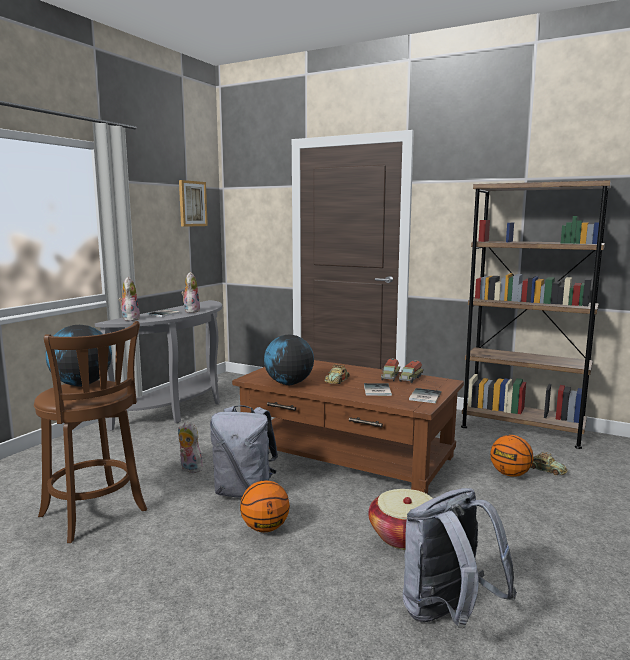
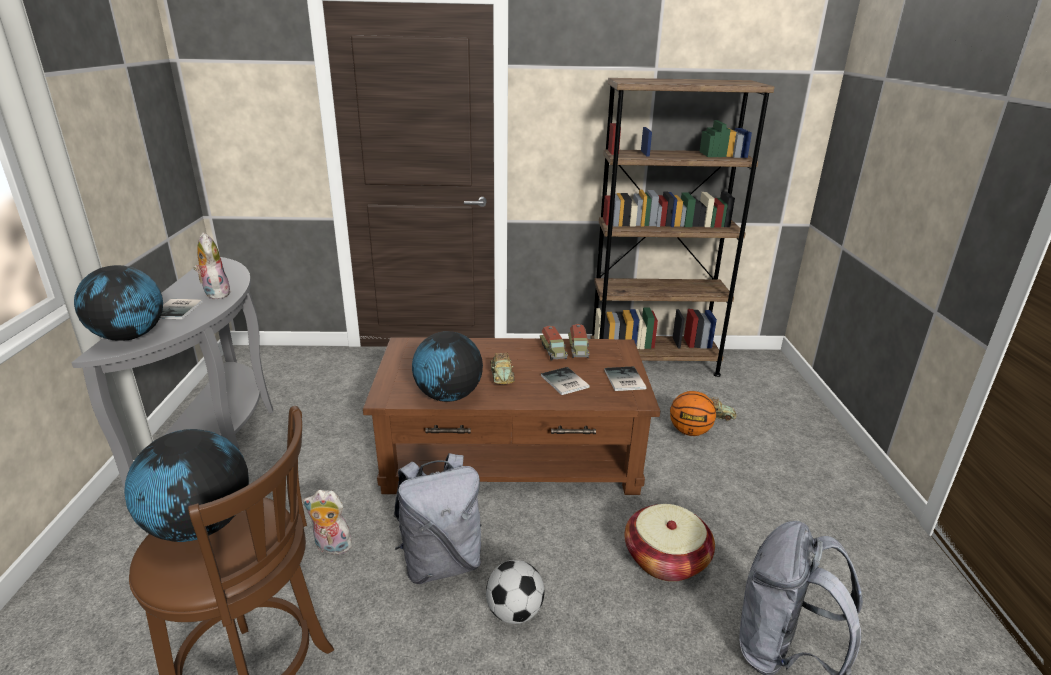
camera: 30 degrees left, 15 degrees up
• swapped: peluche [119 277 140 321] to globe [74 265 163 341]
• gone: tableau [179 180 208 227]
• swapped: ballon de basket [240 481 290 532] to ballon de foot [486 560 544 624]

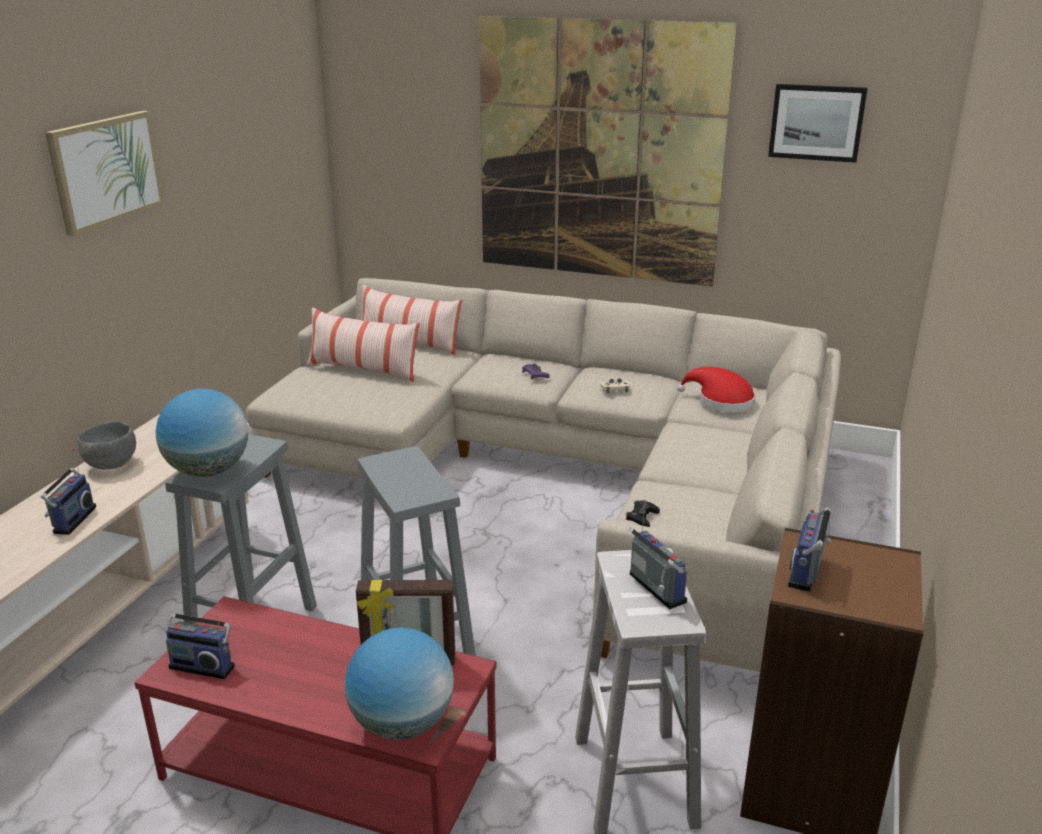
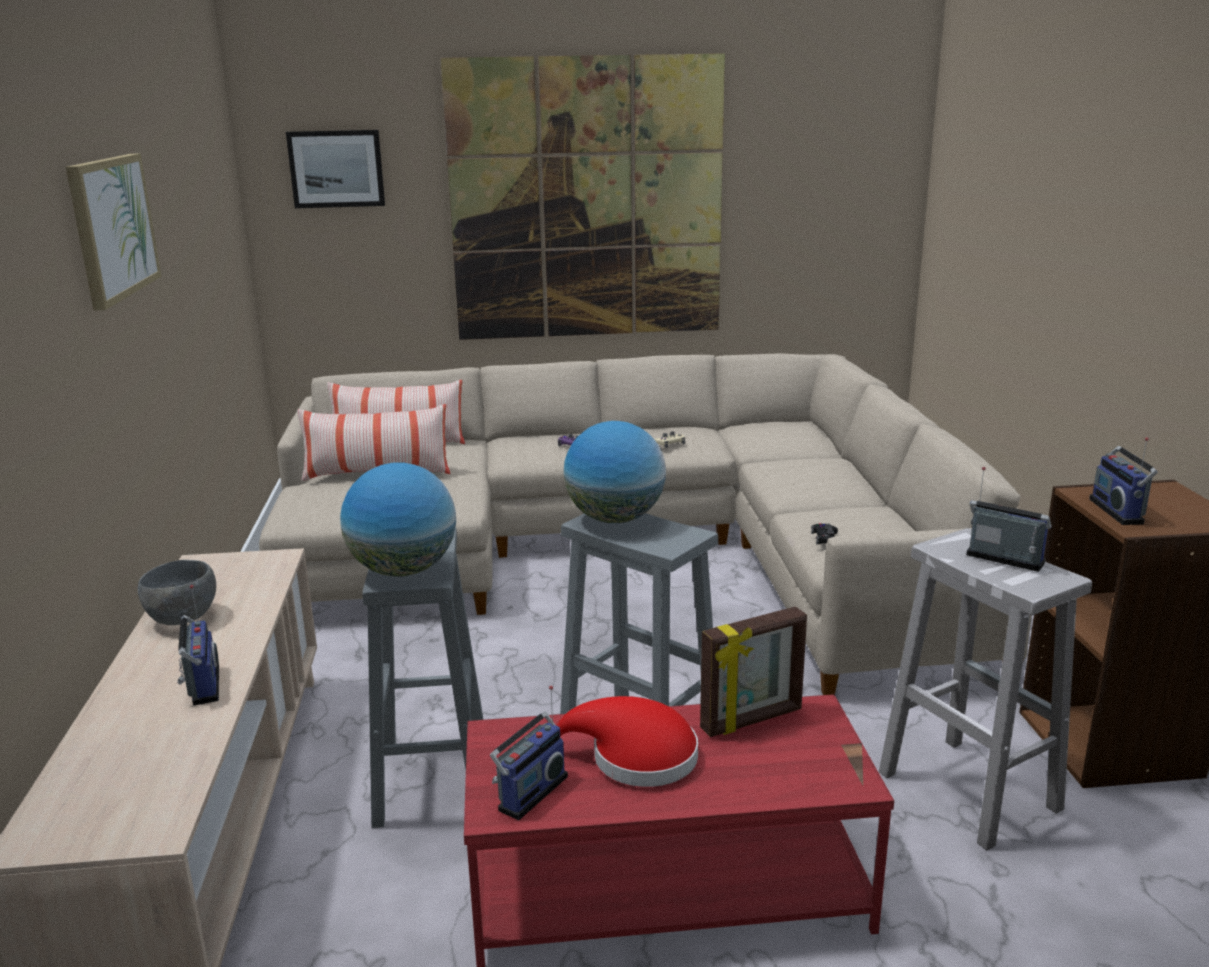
camera: 25 degrees left, 5 degrees down
• rotated: radio [165 605 235 679] = [490 686 568 820] 45 degrees counterclockwise
• shifted: globe [345 627 454 740] to [564 421 666 523]
• shifted: chapeau [rouge] [677 367 755 412] to [557 696 698 787]
• shifted: tableau [768 84 868 163] to [286 130 385 208]

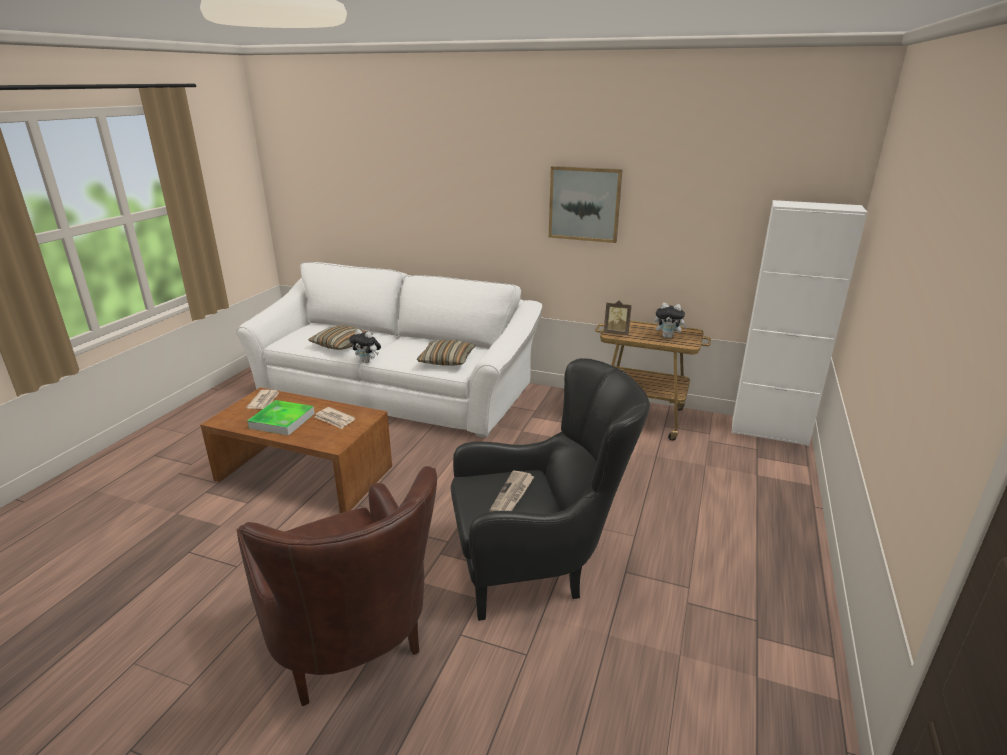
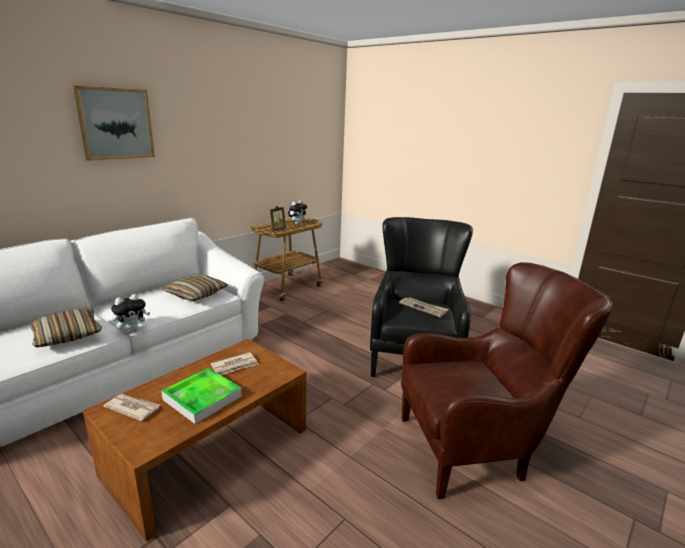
camera: 70 degrees left, 5 degrees down
• shifted: tableau [549 166 623 243] to [73 86 155 161]
• gone: meuble de rangement [blanc] [732 200 868 446]

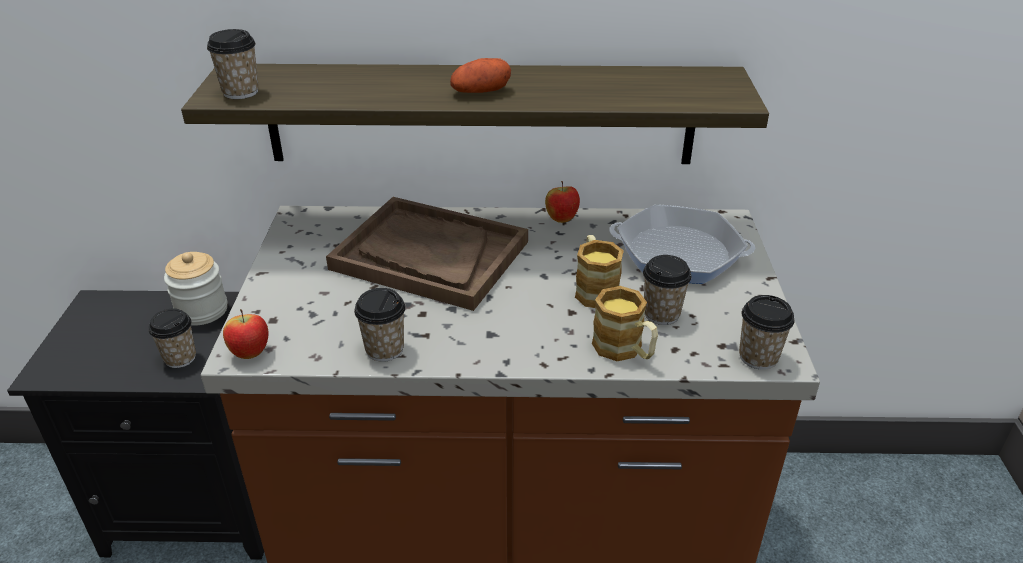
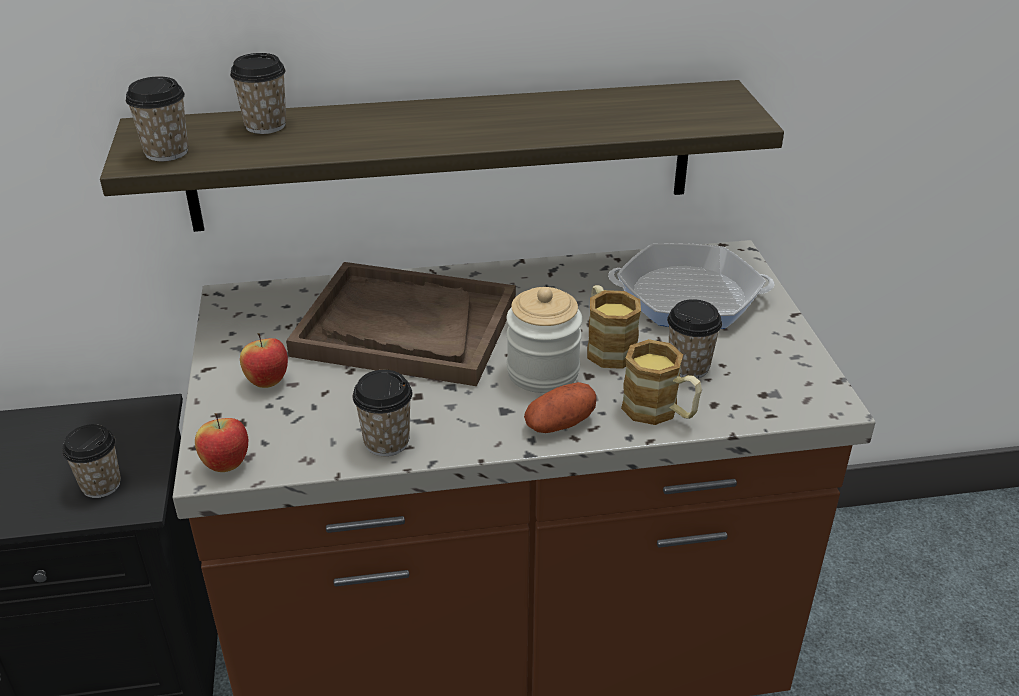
camera: 10 degrees left, 0 degrees up
• shifted: bocal [164 252 227 326] to [506 287 582 393]
• shifted: pomme de terre [450 58 511 93] to [524 382 596 433]
• shifted: pomme [545 181 580 223] to [240 333 288 388]
• shifted: tasse [739 295 795 370] to [230 53 286 134]

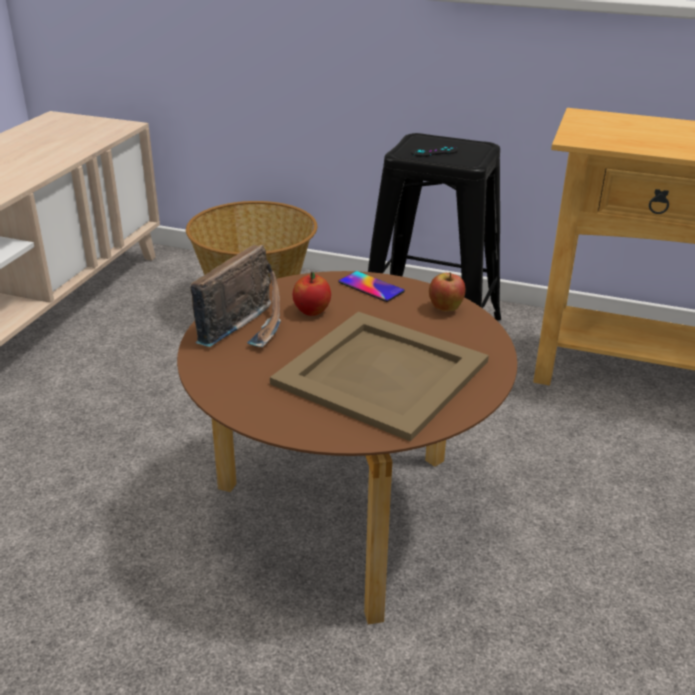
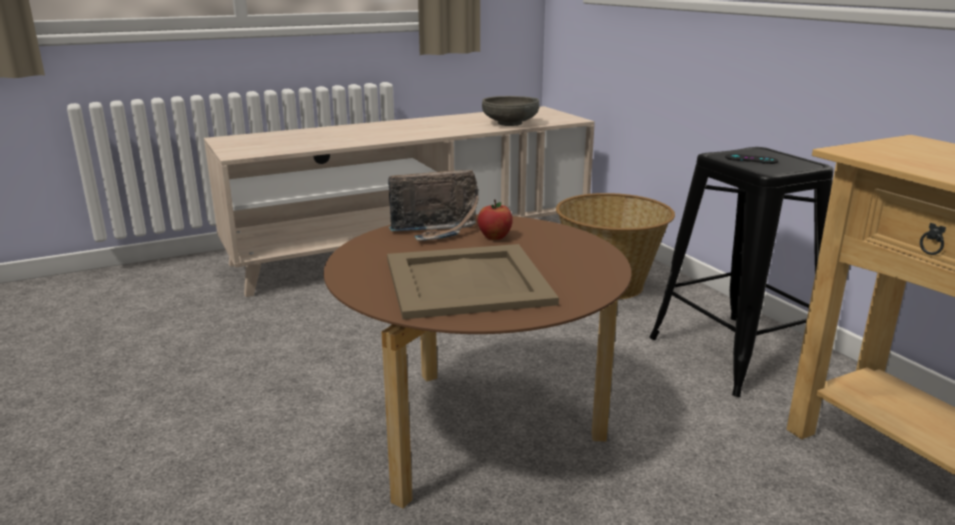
camera: 45 degrees right, 10 degrees down
• gone: téléphone [338 271 405 302]
• gone: pomme [429 272 465 311]
• new: bol [gris] [482 96 539 126]

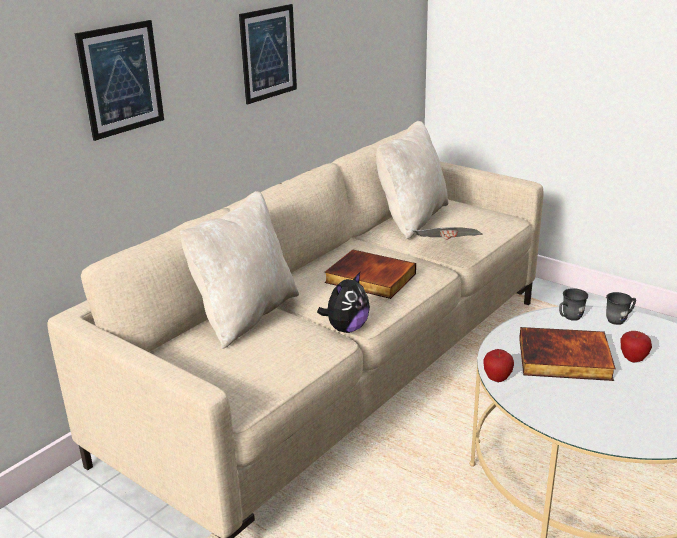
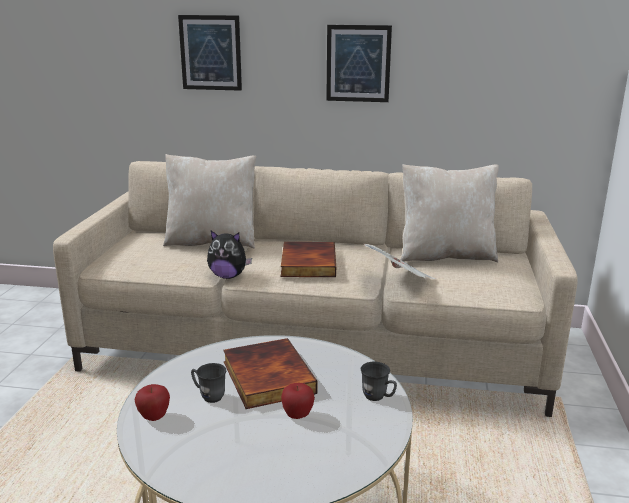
camera: 60 degrees right, 5 degrees down
• shifted: pomme [483 349 514 382] to [135 384 170 421]
• shifted: mug [gris] [559 288 588 321] to [191 363 226 403]

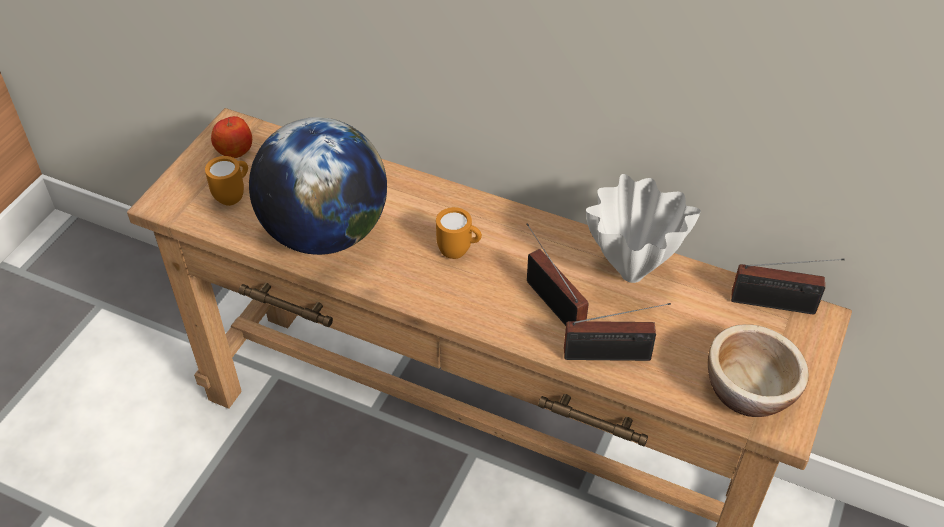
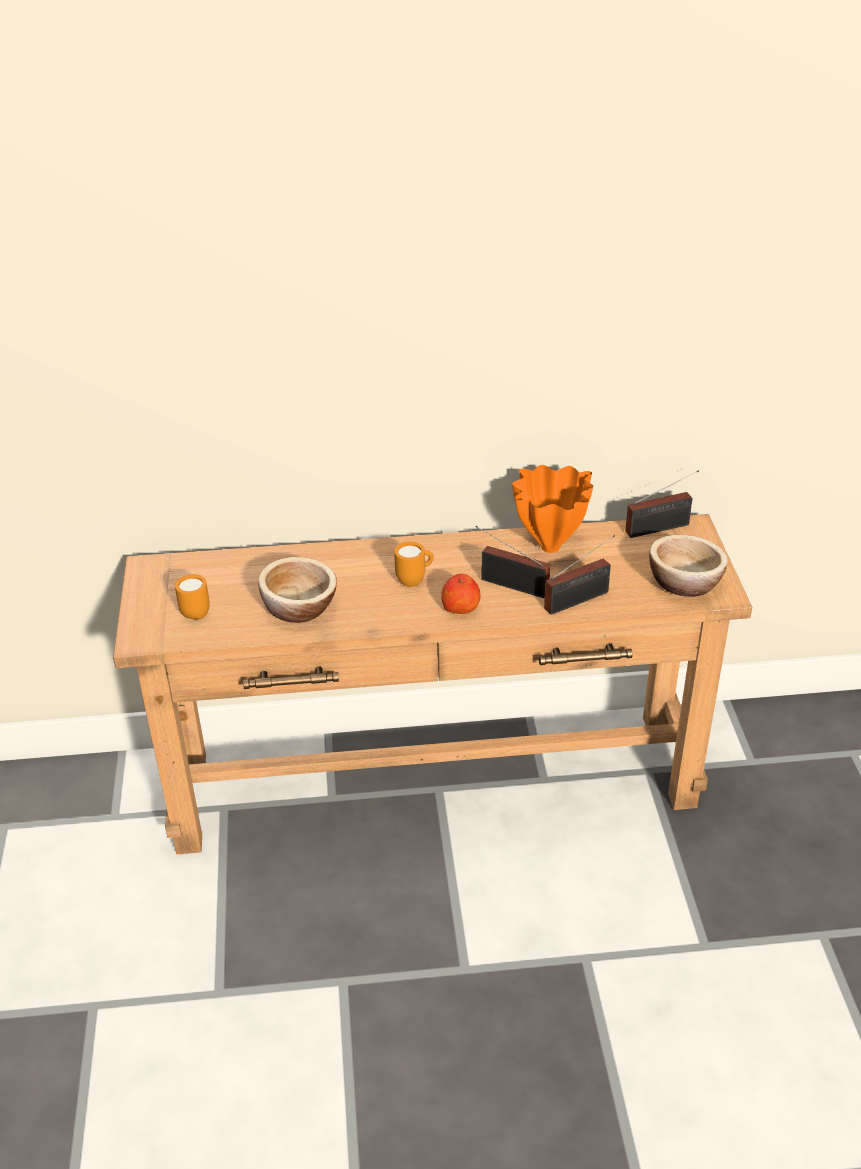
camera: 30 degrees left, 10 degrees down
• shifted: pomme [211 116 252 158] to [441 574 481 614]
• swapped: globe [249 117 387 255] to bol [258 557 337 623]
• repainted: vase [blanc] [586 174 701 283] to vase [orange] [512 465 593 553]

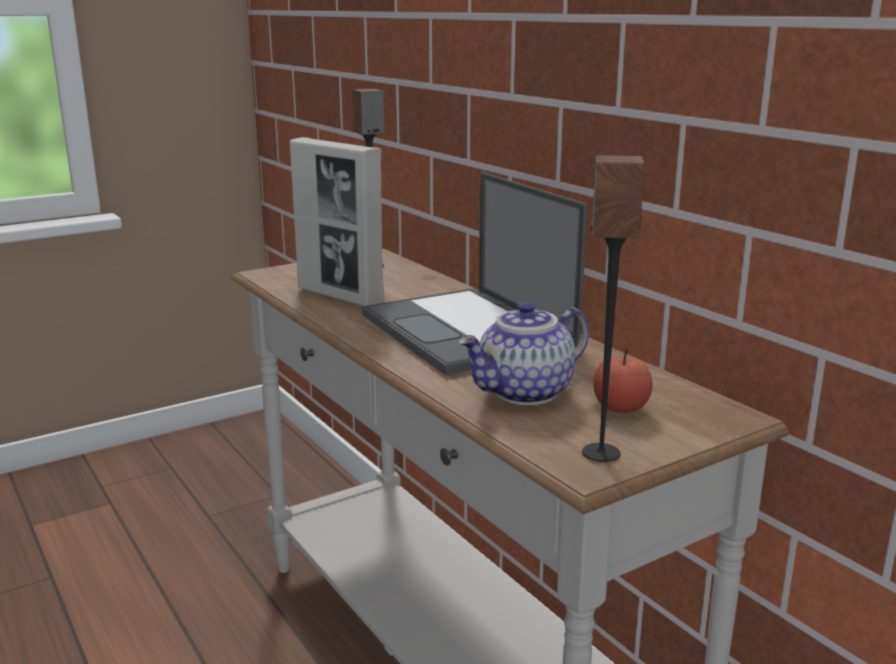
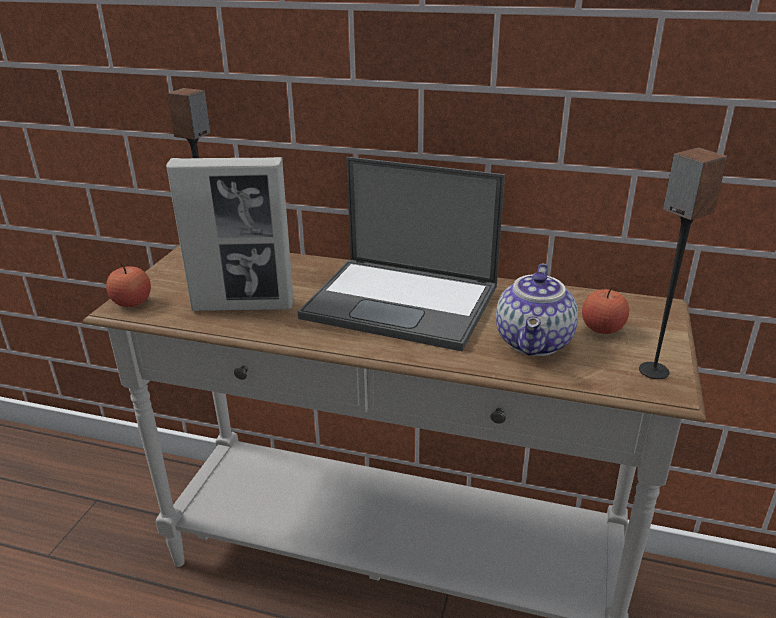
camera: 40 degrees left, 10 degrees up
• new: pomme [106 260 151 307]

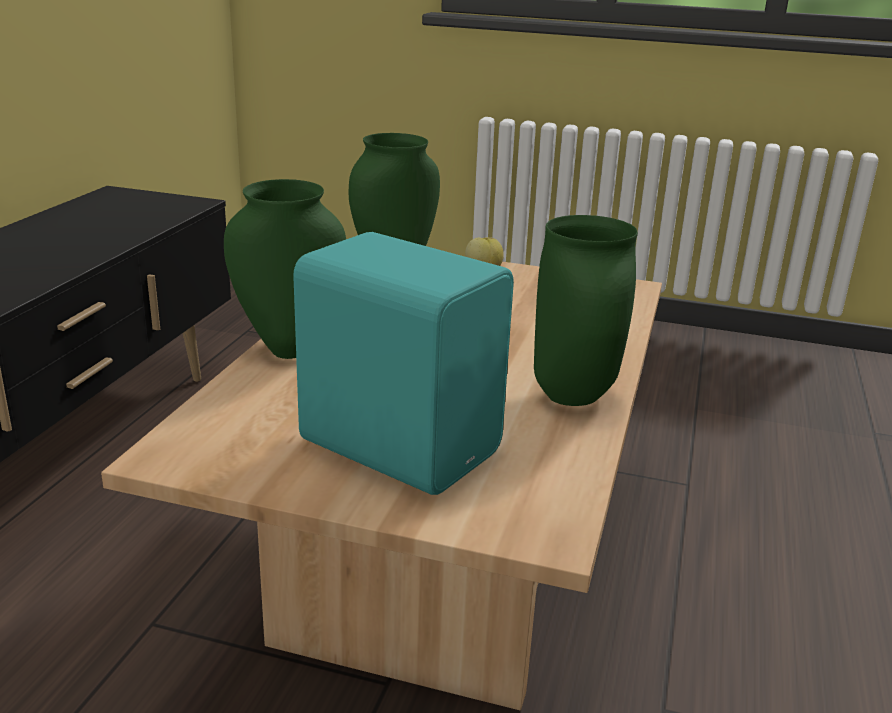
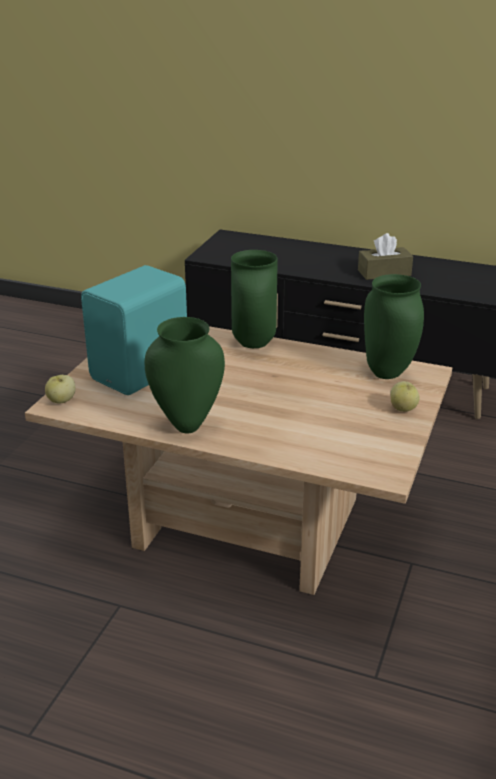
camera: 95 degrees right, 5 degrees up
• new: pomme [45 375 75 404]
• new: boîte à mouchoirs [marron] [358 233 413 280]

